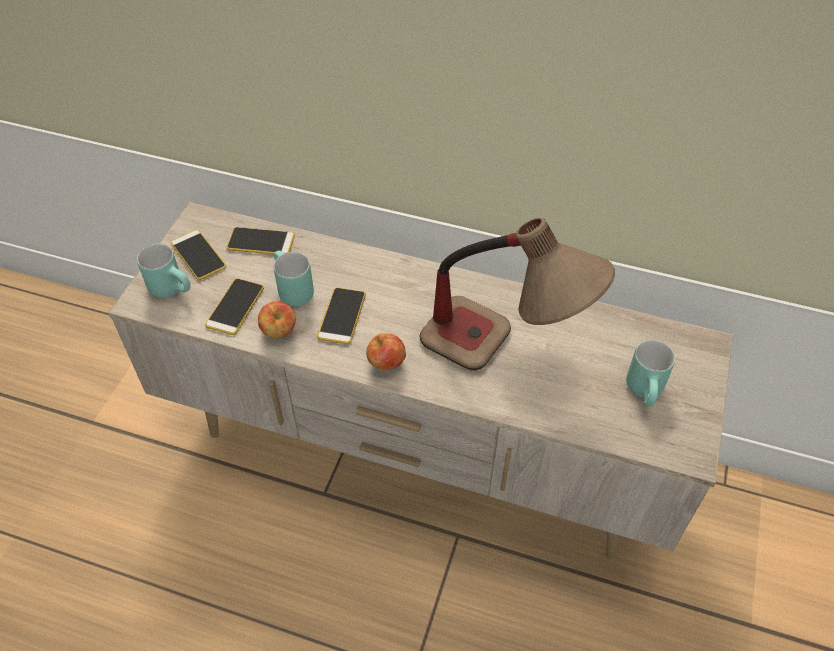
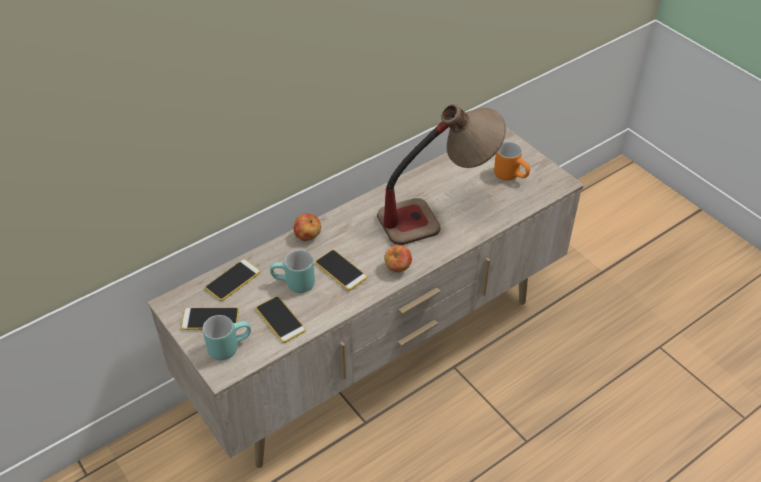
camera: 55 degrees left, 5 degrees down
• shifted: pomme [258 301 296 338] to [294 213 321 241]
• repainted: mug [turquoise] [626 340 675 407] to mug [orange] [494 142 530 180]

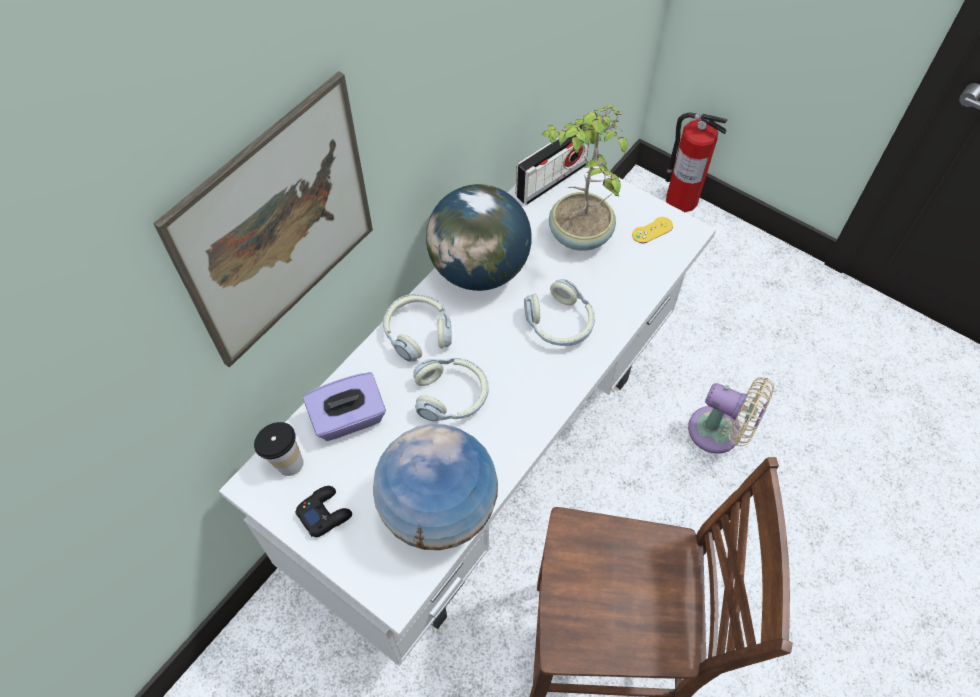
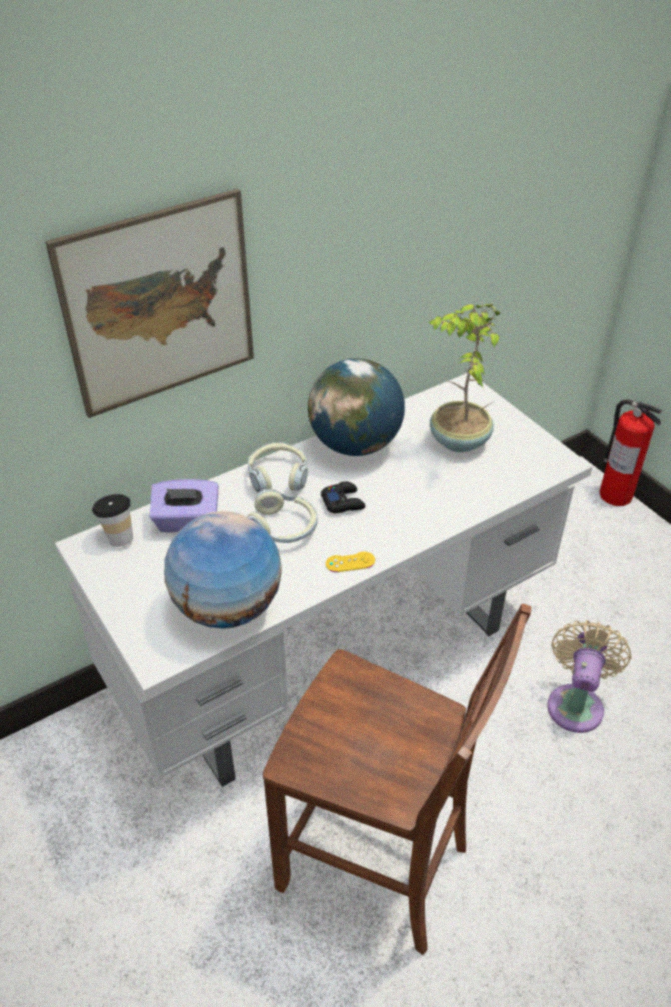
camera: 20 degrees right, 15 degrees down
• shifted: manette [noir] [295 486 352 537] to [321 481 365 513]
• gone: radio [516 125 589 205]
• gone: casque audio [524 279 595 346]
• shifted: manette [jaune] [632 217 673 243] to [326 552 375 572]
• rotated: ventilateur [beige] [688 377 774 454] = [547 620 632 733] 120 degrees counterclockwise

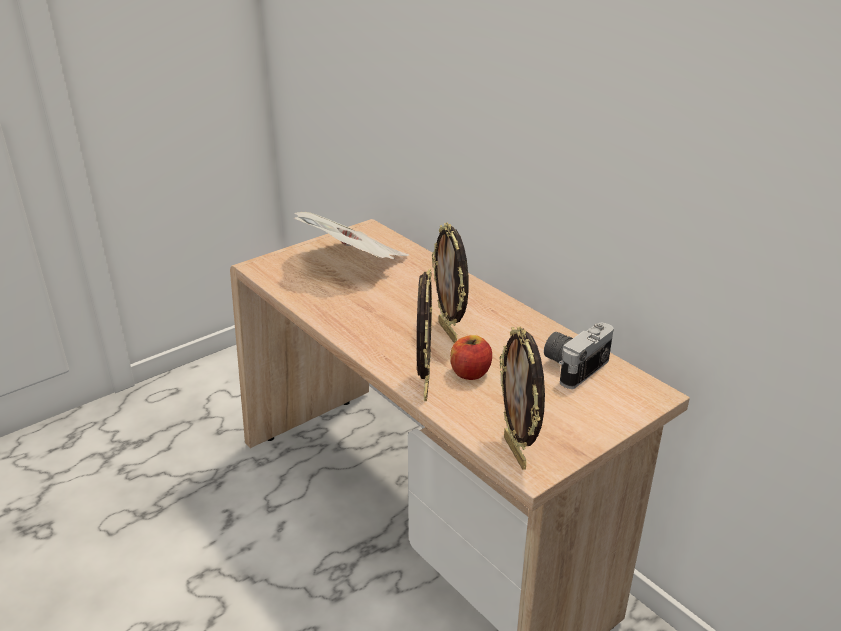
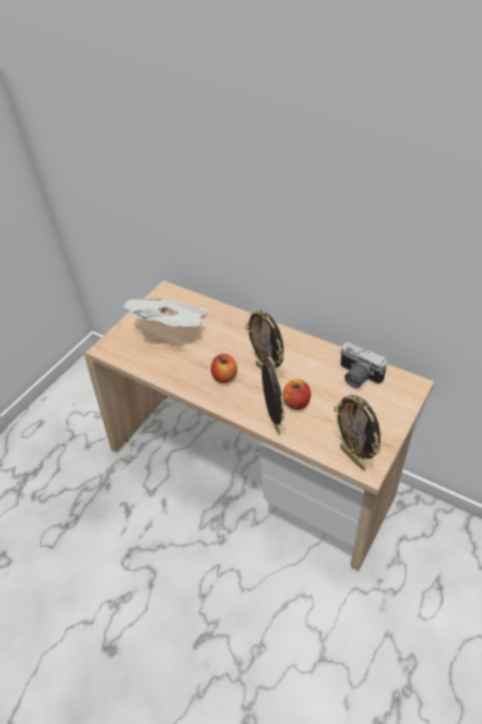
camera: 15 degrees left, 15 degrees up
• rotated: appareil photo [544 323 614 389] = [339 343 387 388] 75 degrees counterclockwise
• new: pomme [211 354 237 383]

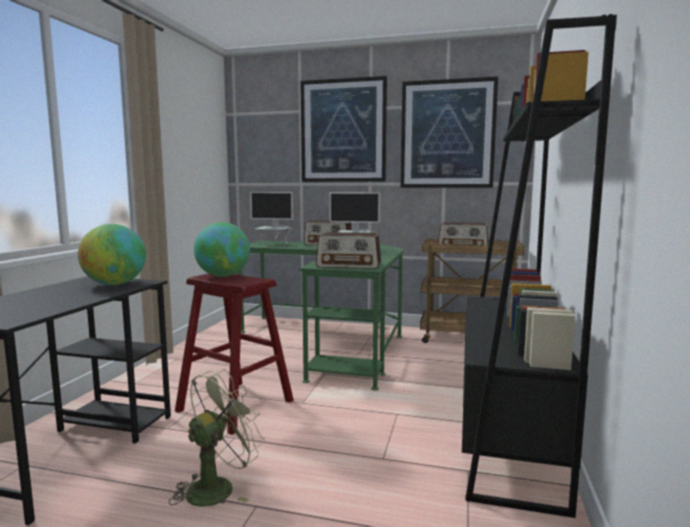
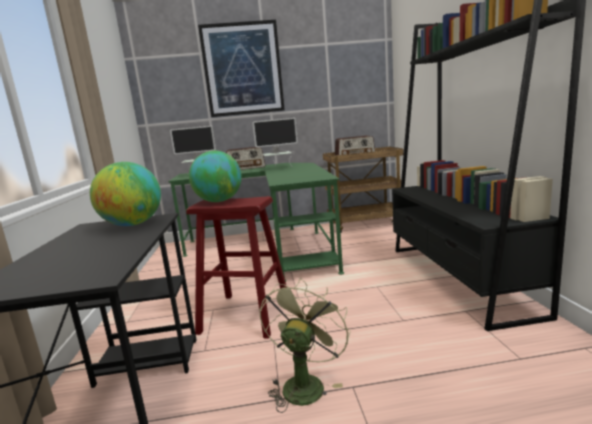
camera: 20 degrees left, 5 degrees up
• gone: radio [316 232 381 269]
• gone: tableau [401 76 498 188]

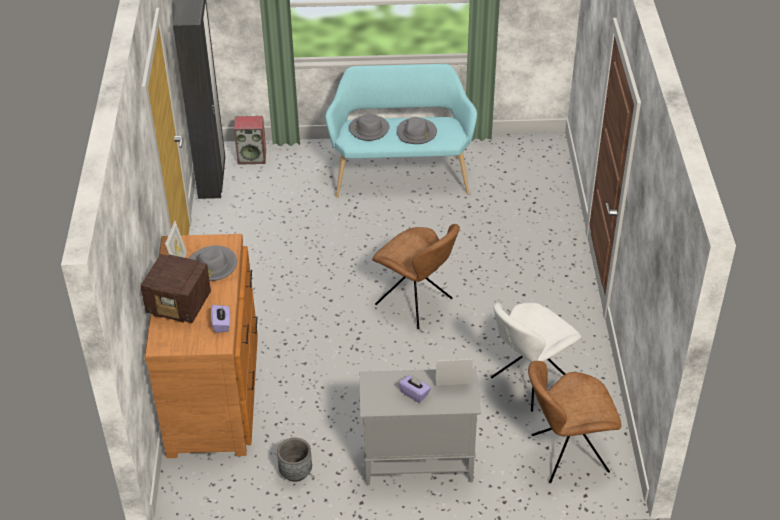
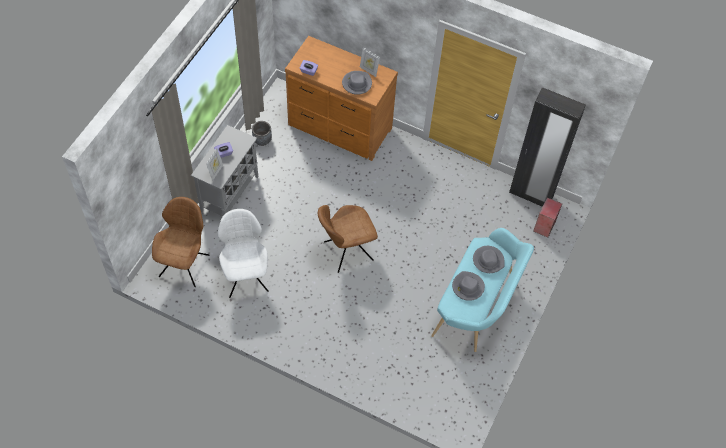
camera: 115 degrees right, 15 degrees up
• gone: radio [140 254 211 323]

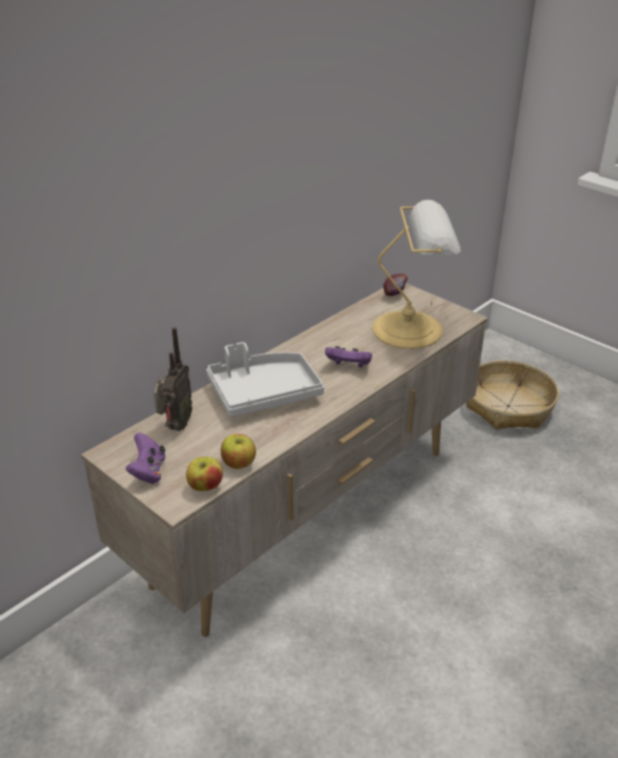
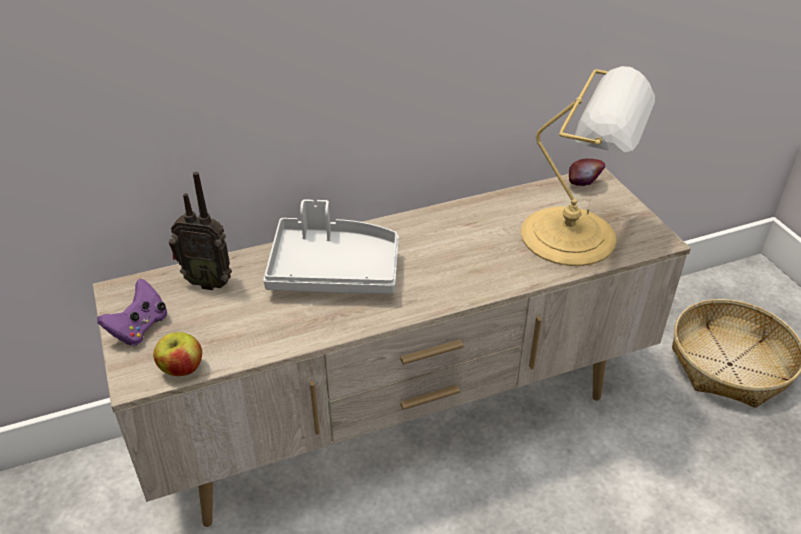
camera: 25 degrees right, 5 degrees up
• rotated: radio [154 327 192 431] = [169 172 232 290] 60 degrees clockwise
• gone: pomme [221 434 256 469]
• gone: manette [violet] [325 346 372 368]

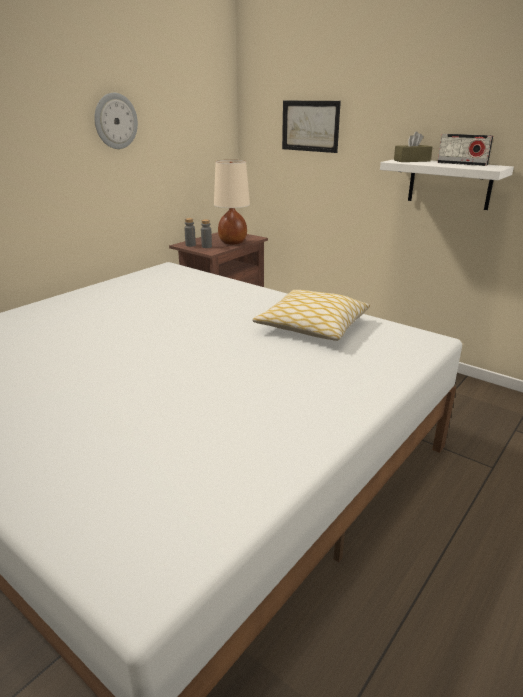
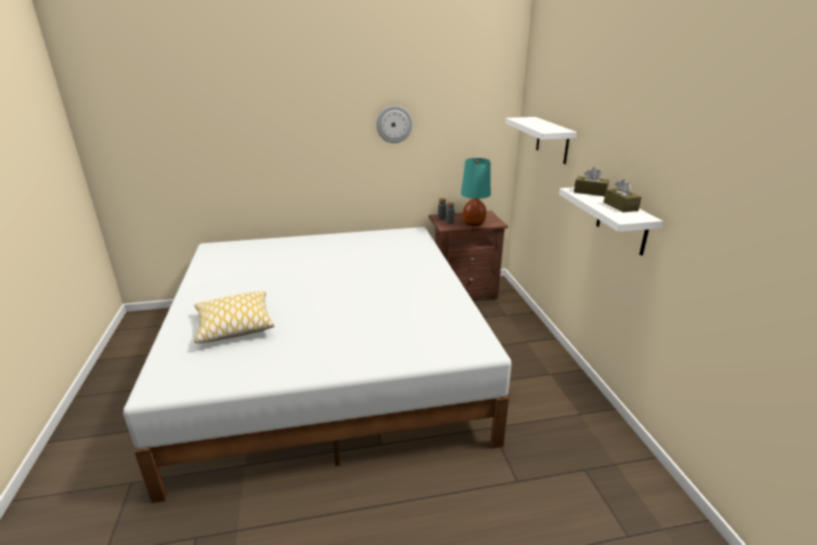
camera: 40 degrees right, 0 degrees up
• repainted: lampe de table [beige] [214 160 250 245] to lampe de table [turquoise] [461 158 491 226]
• shifted: coussin [252 290 370 341] to [194 291 274 343]
• swapped: tableau [282 101 341 153] to étagère [blanc] [505 117 577 164]
• swapped: radio [437 134 493 166] to boîte à mouchoirs [marron] [604 179 641 212]

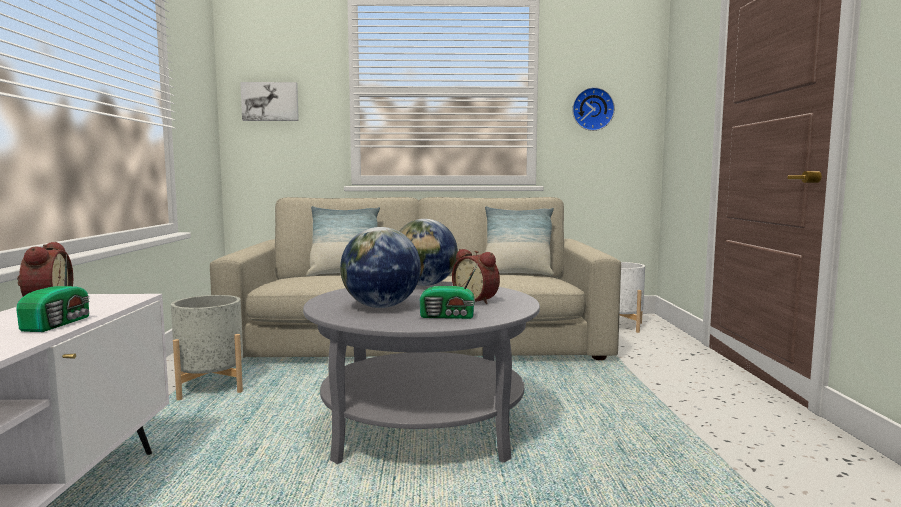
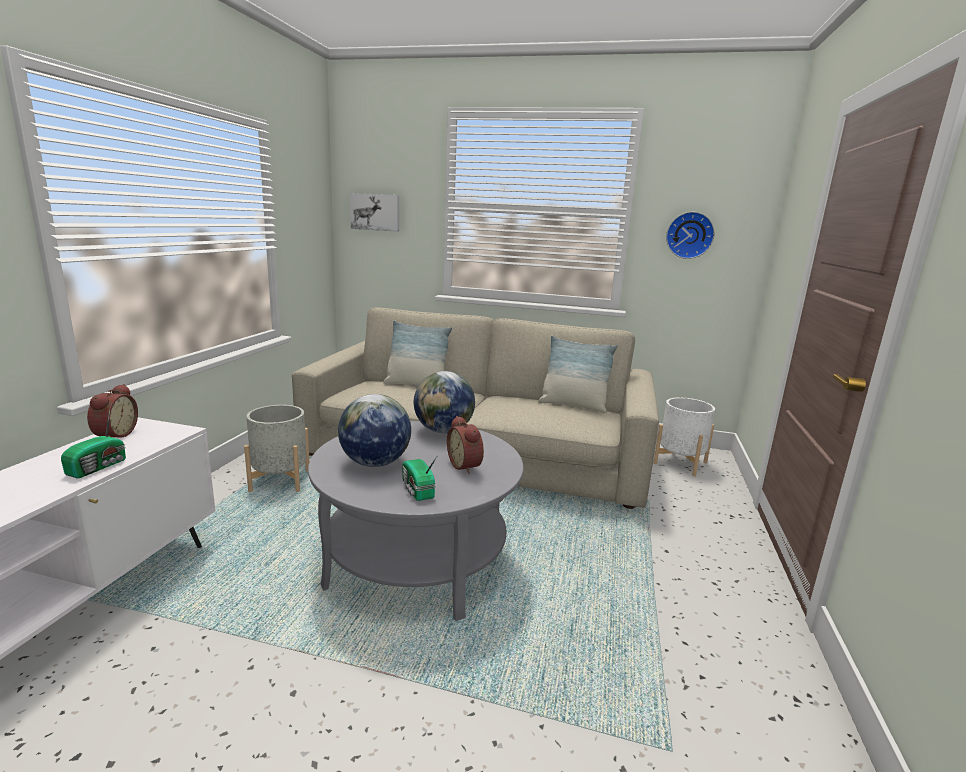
camera: 15 degrees right, 10 degrees up
• rotated: radio [420 263 478 319] = [402 455 438 501] 45 degrees clockwise

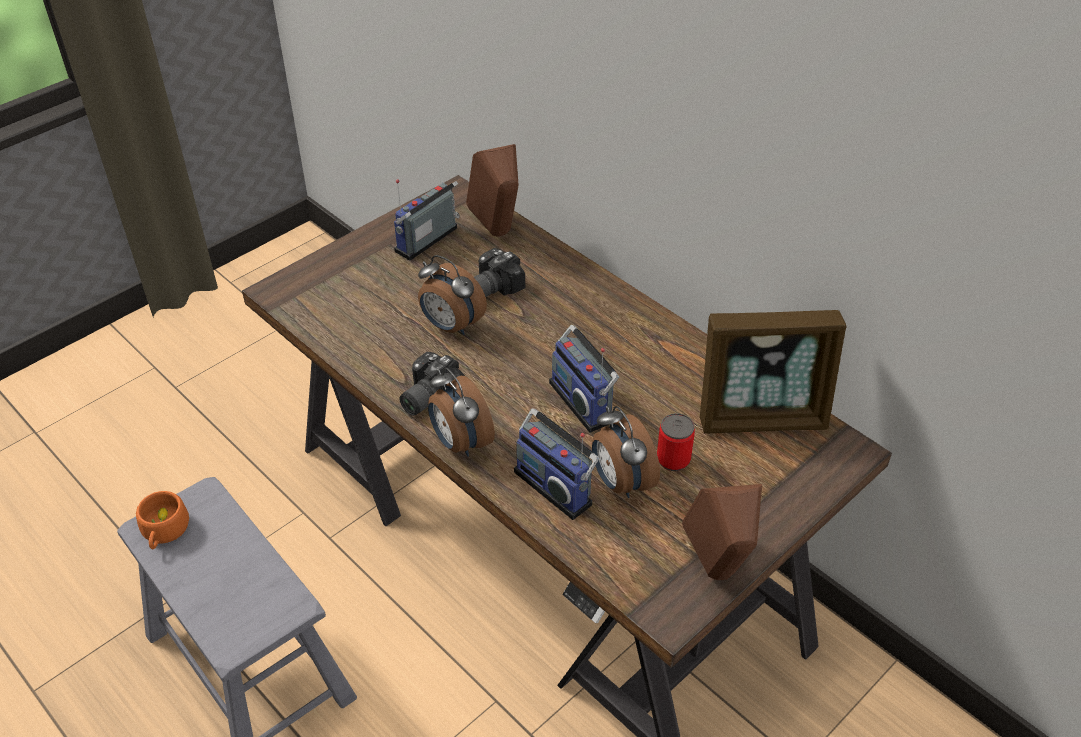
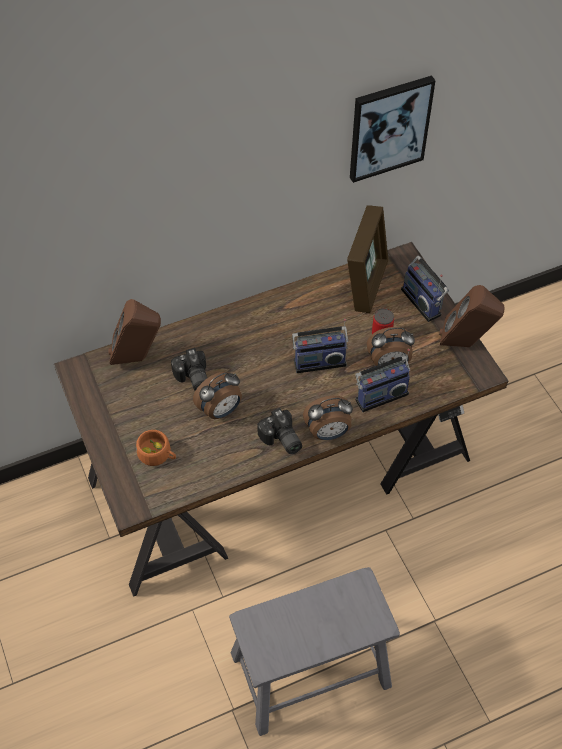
camera: 70 degrees left, 10 degrees up
• shifted: tasse [orange] [136 491 189 549] to [136 430 176 466]
• shifted: radio [394 179 460 260] to [401 256 449 322]
• new: tableau [350 76 436 183]

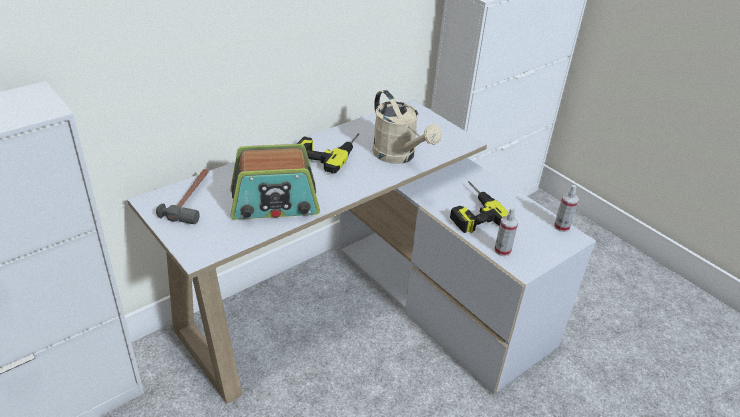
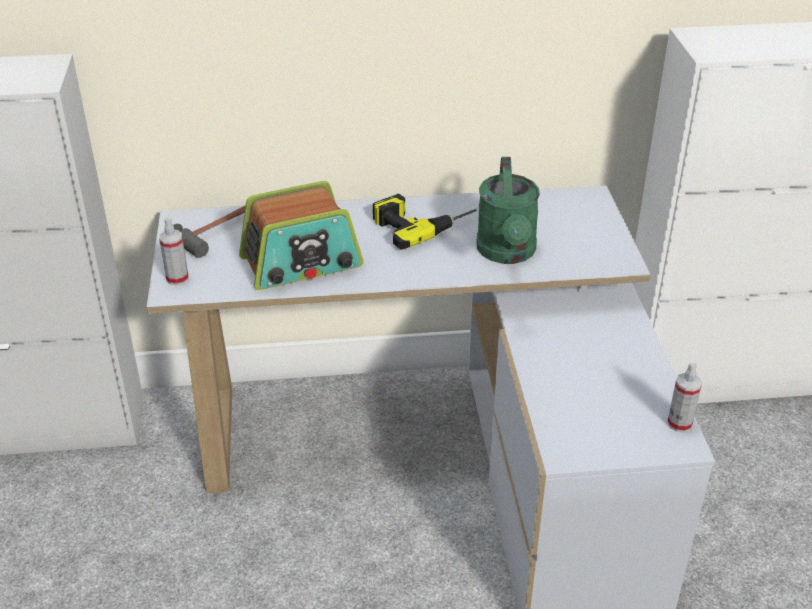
camera: 35 degrees right, 0 degrees up
• rotated: radio [230 144 320 220] = [239 181 364 290] 45 degrees counterclockwise
• repainted: arrosoir [beige] [372 90 442 164] to arrosoir [vert] [476 157 540 264]
• gone: perceuse [450 181 509 233]
• shifted: vaporisateur [494 208 518 256] to [159 218 189 285]

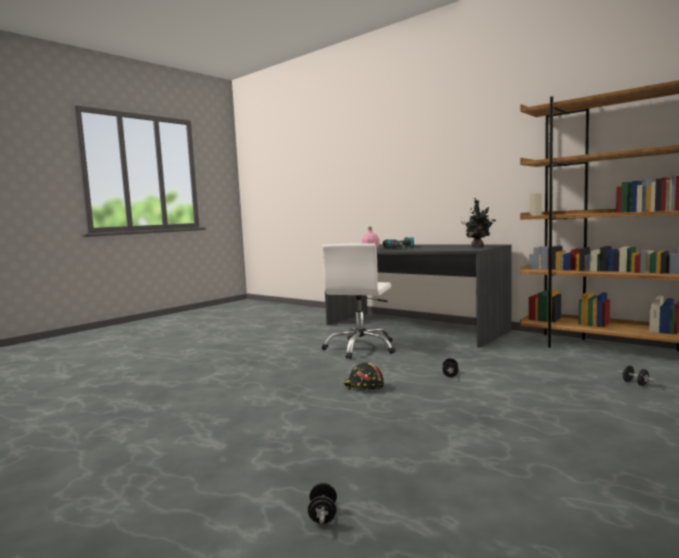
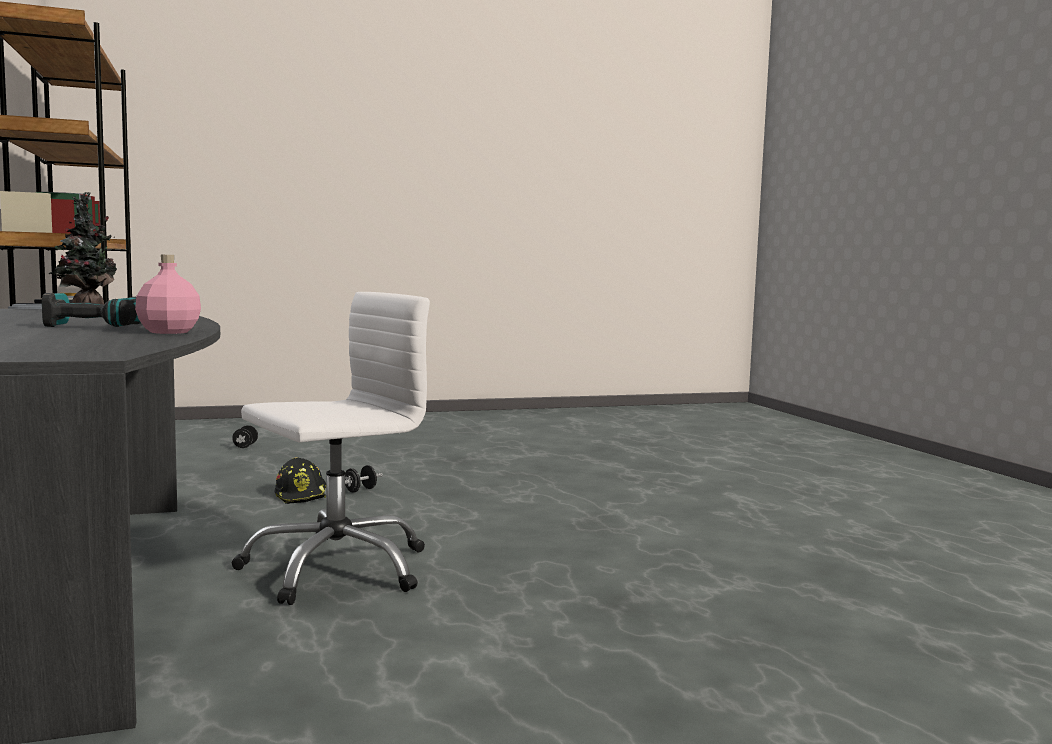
camera: 150 degrees left, 0 degrees up
• gone: haltère [noir] [308 483 337 524]
• shifted: casque de chantier [noir] [343 363 384 390] to [275 458 326 504]

